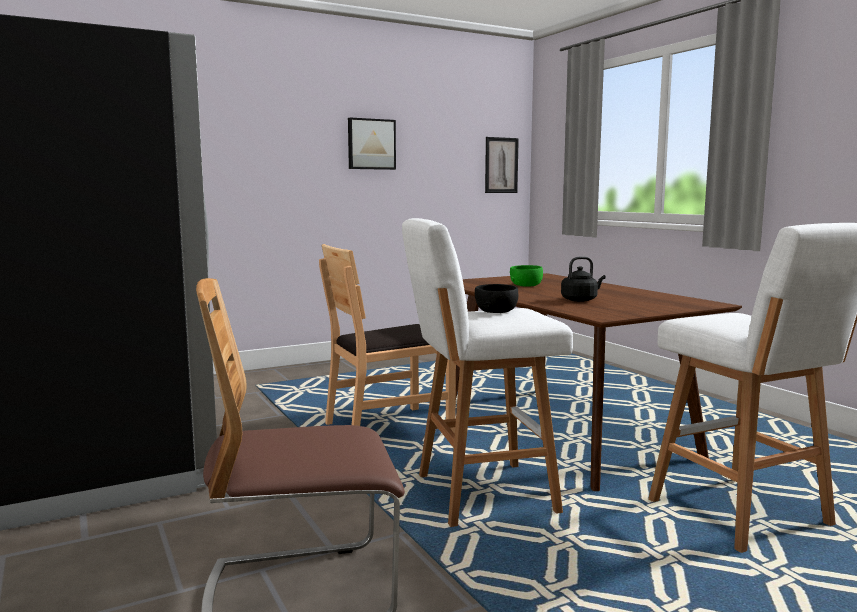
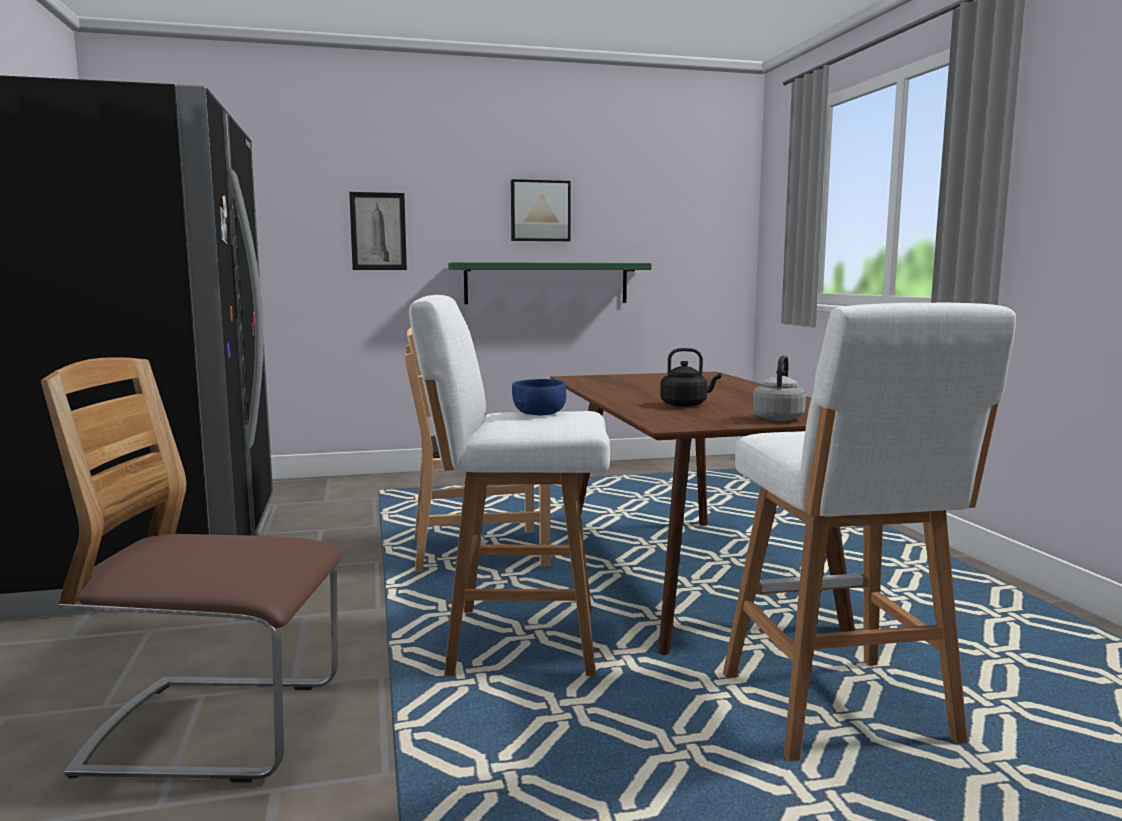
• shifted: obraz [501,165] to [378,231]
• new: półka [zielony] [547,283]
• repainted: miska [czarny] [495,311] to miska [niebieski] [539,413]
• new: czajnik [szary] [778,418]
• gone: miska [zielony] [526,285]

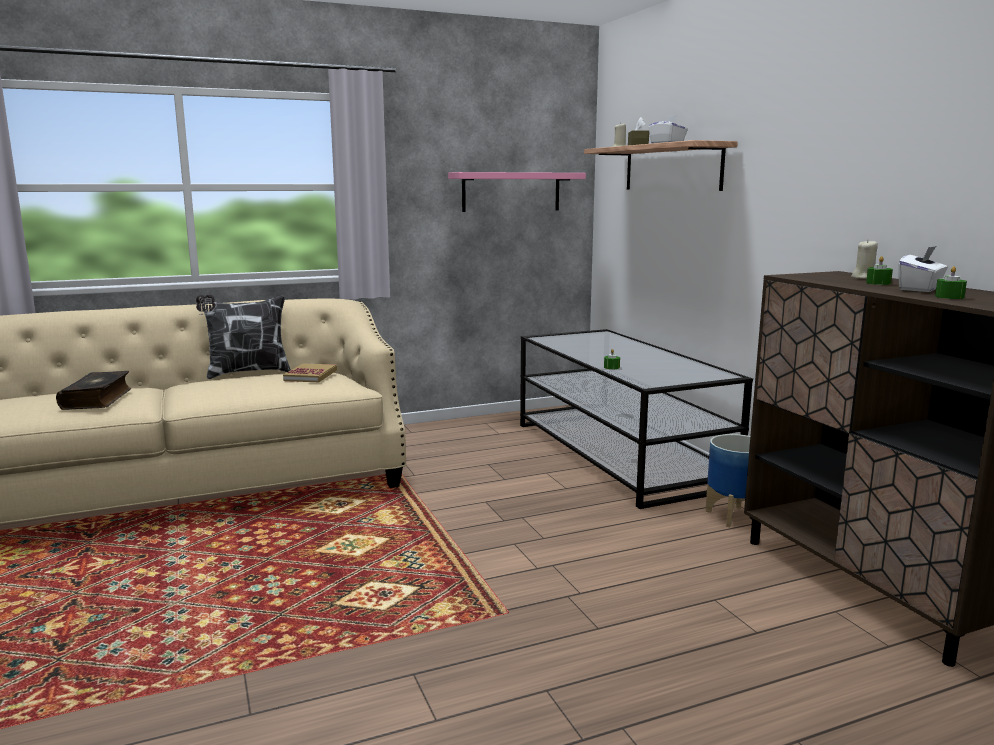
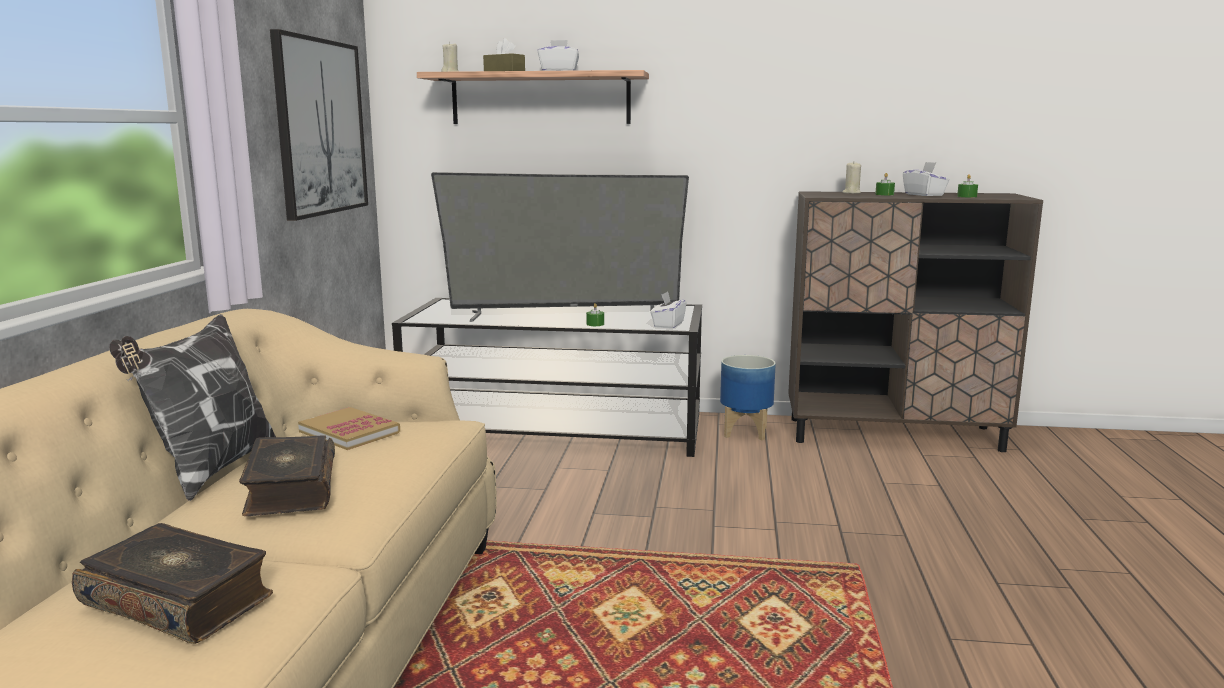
• new: książka [289,490]
• swapped: półka [różowy] [511,192] to obraz [320,127]
• new: telewizor [565,314]
• new: pudełko chusteczek [biały] [668,325]

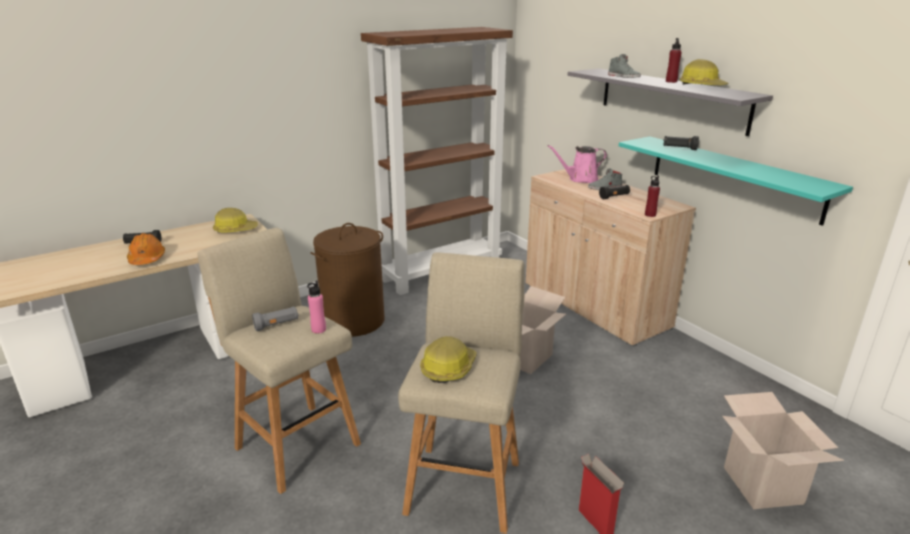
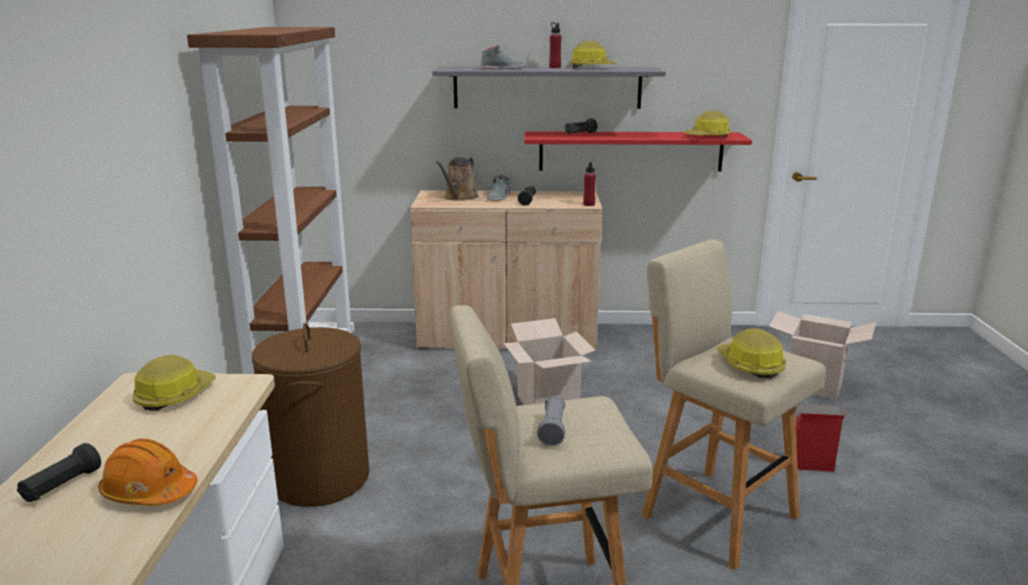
• repainted: konewka [różowy] [580,179] to konewka [brązowy] [459,197]
• repainted: półka [turkusowy] [733,177] to półka [czerwony] [630,151]
• new: kask [708,137]
• gone: butelka [różowy] [318,329]

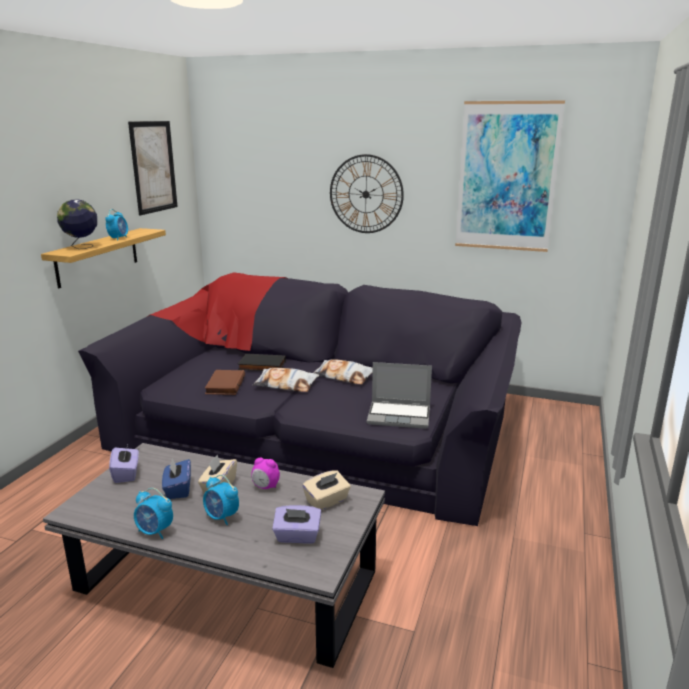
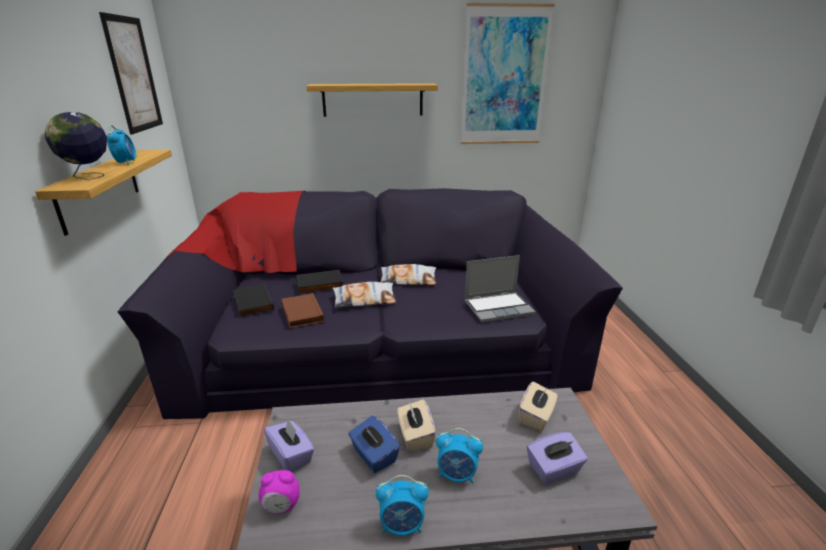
• new: książka [czarny] [252,303]
• shifted: budzik [265,487] to [281,506]
• swapped: zegar ścienny [366,194] to półka [373,100]

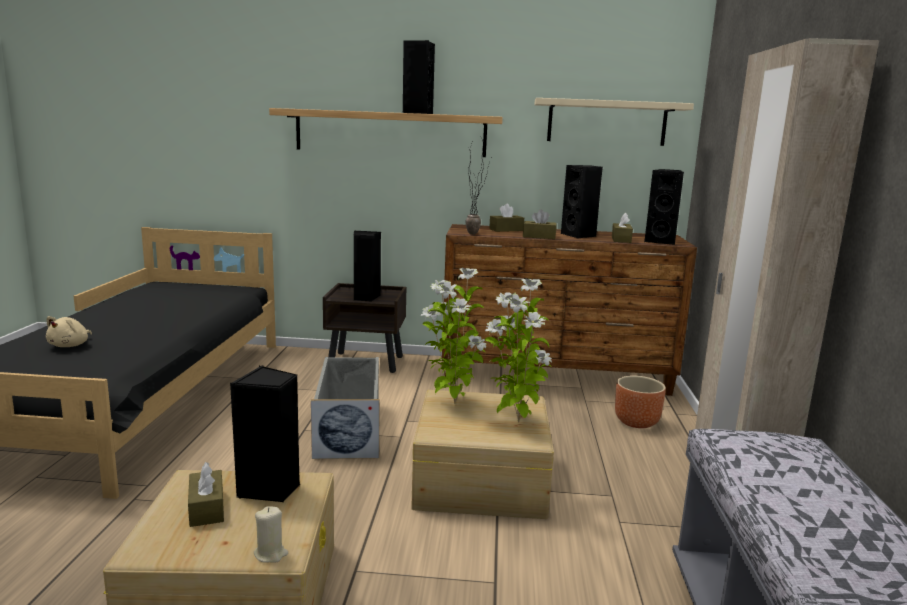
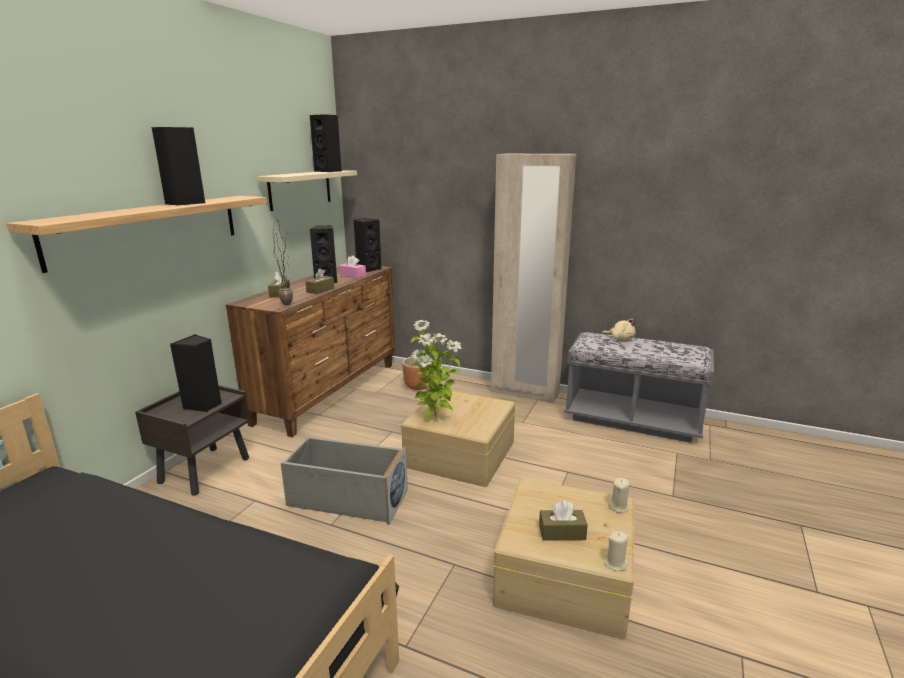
• shifted: głośnik [czarny] [270,489] to [329,171]
• repainted: pudełko chusteczek [brązowy] [621,239] to pudełko chusteczek [różowy] [352,275]
• shifted: pluszak [beżowy] [70,345] to [620,339]
• new: świeca [beżowy] [615,563]
• gone: roślina doniczkowa [516,422]

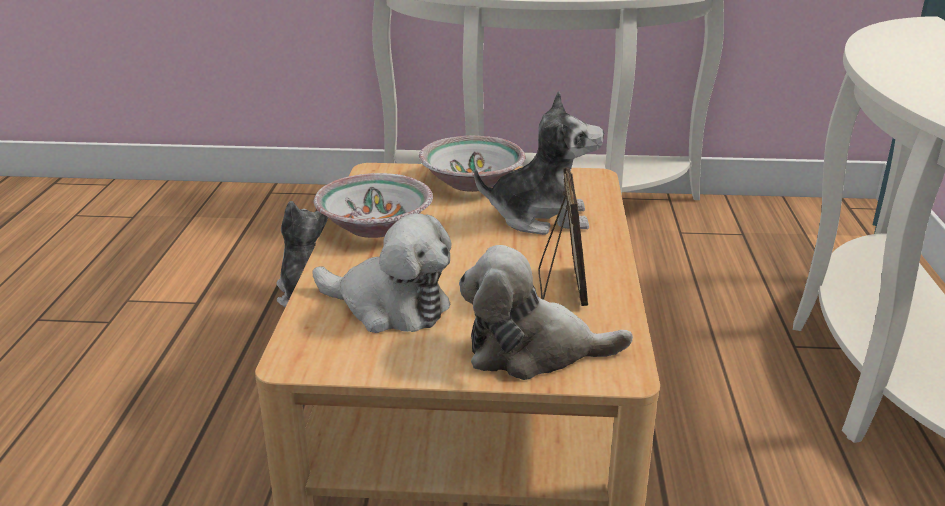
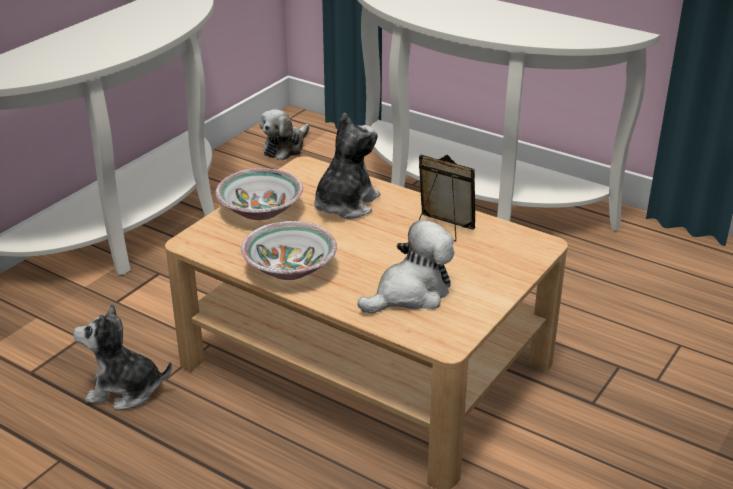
• shifted: pluszak [532,351] to [285,147]

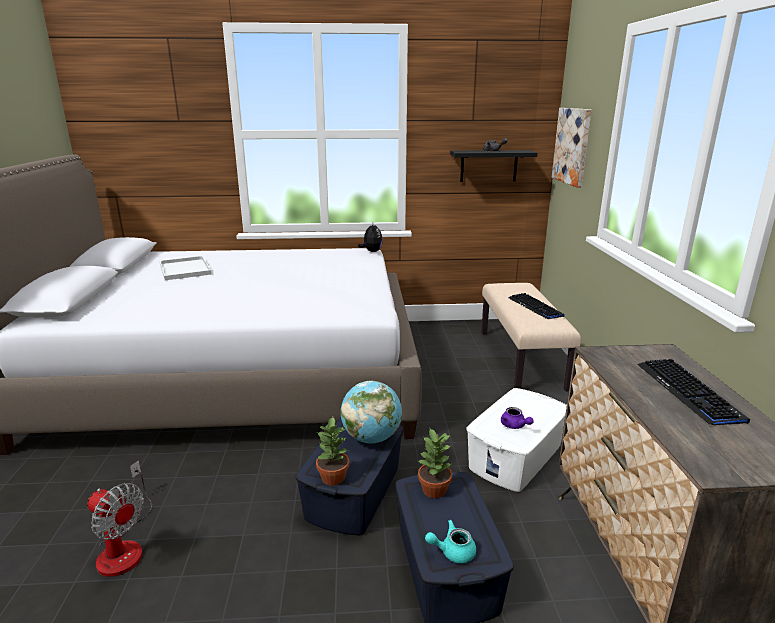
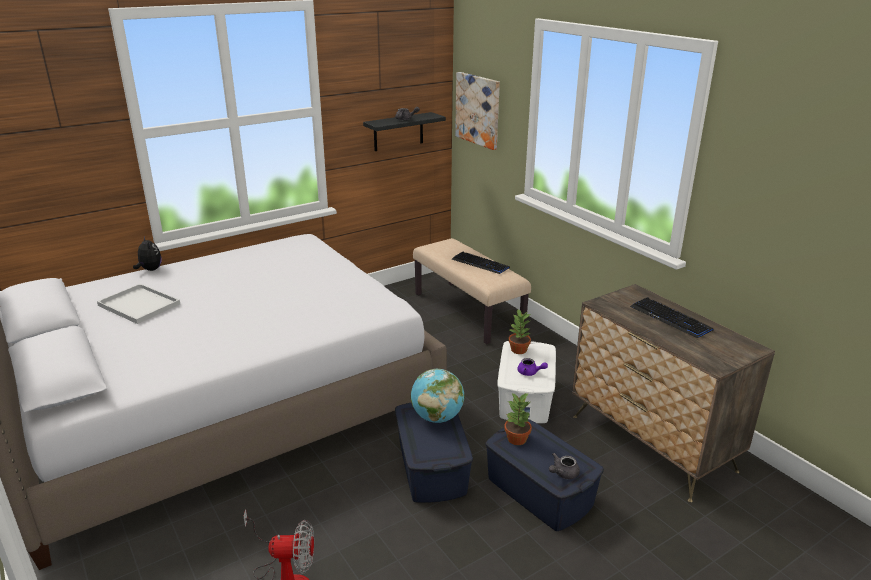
• shifted: pluszak [371,251] to [150,270]
• shifted: roślina doniczkowa [332,478] to [519,350]
• repainted: imbryk [turkusowy] [452,551] to imbryk [szary] [563,473]

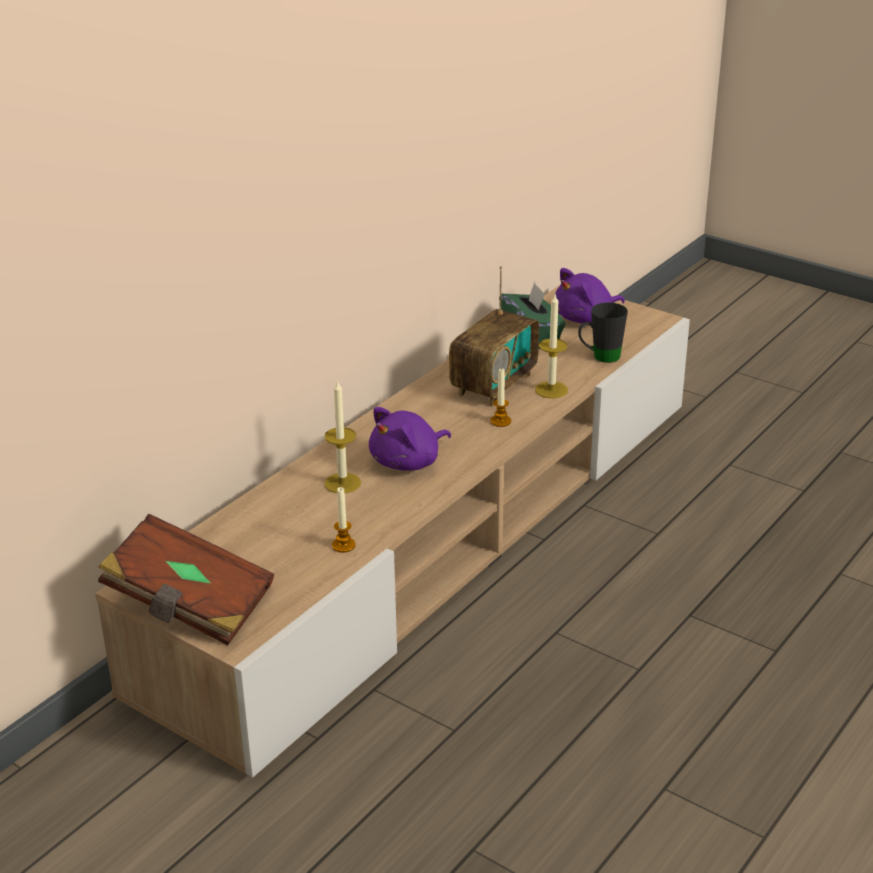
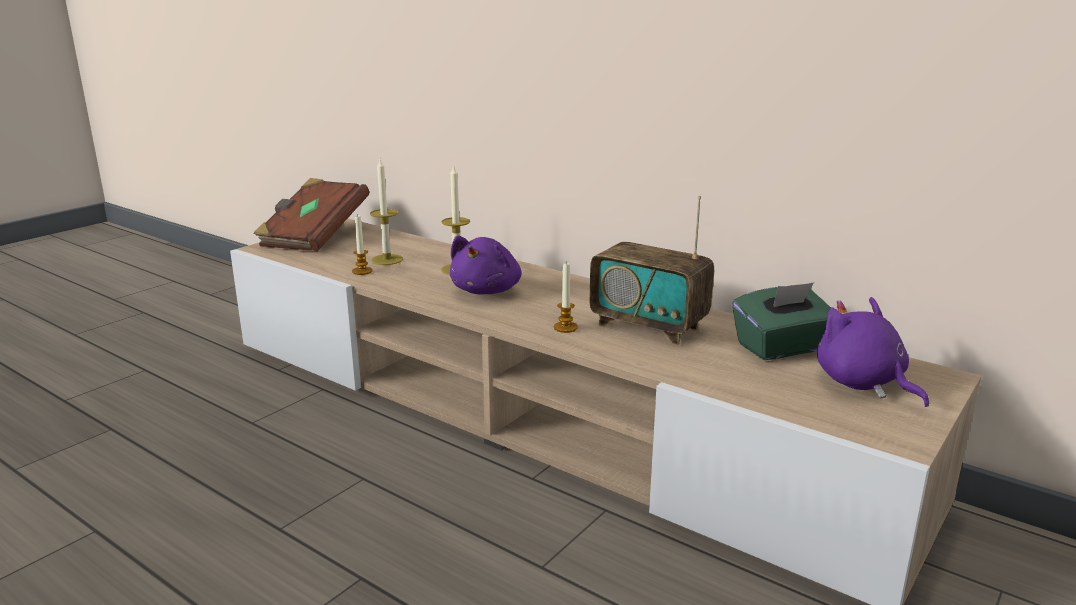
• shifted: świeca [551,390] to [387,259]
• rotated: pluszak [fioletowy] [408,462] = [487,290] 120 degrees counterclockwise
• gone: kubek [czarny] [600,357]

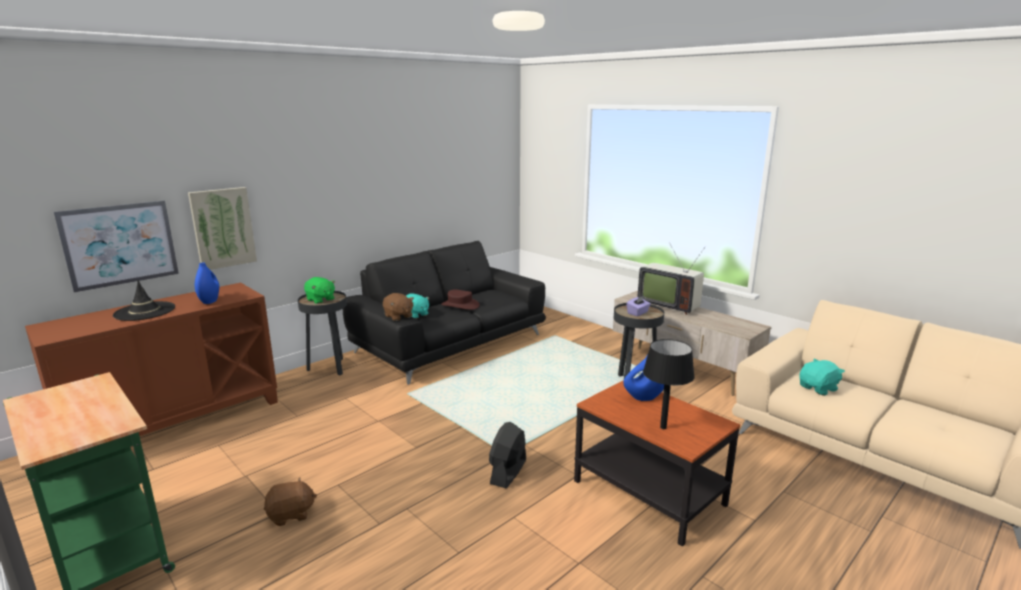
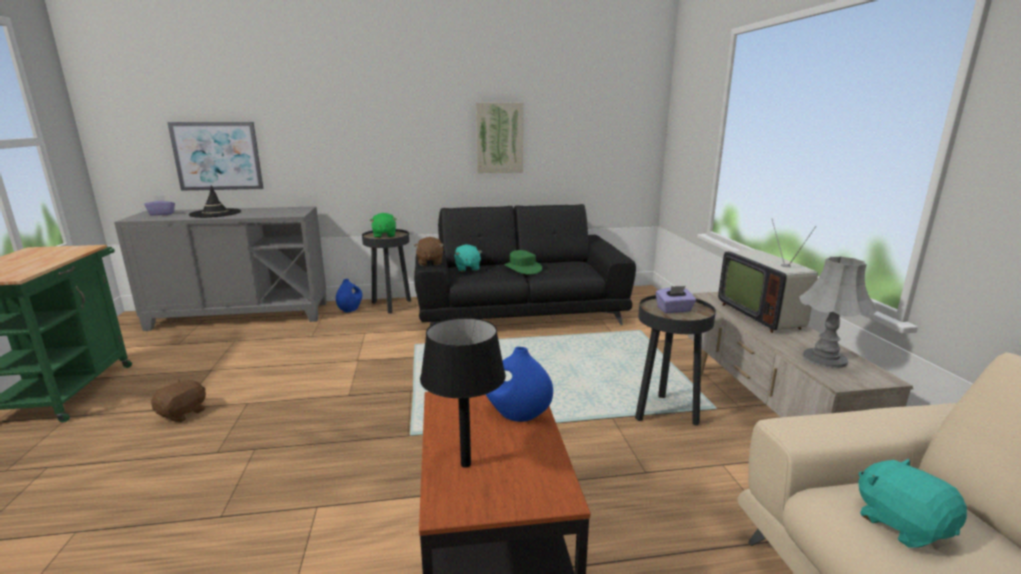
• repainted: szafka [brązowy] [176,421] to szafka [szary] [241,315]
• new: pudełko chusteczek [fioletowy] [162,214]
• rotated: pluszak [brązowy] [291,514] = [183,413] 75 degrees counterclockwise
• shifted: wazon [niebieski] [209,301] to [350,310]
• shifted: obraz [223,228] to [499,138]
• repainted: kapelusz [brązowy] [460,305] to kapelusz [zielony] [522,268]
• new: lampa stołowa [szary] [825,359]
• rotated: pluszak [turkusowy] [818,388] = [902,524] 120 degrees counterclockwise
• gone: wentylator [czarny] [508,472]

